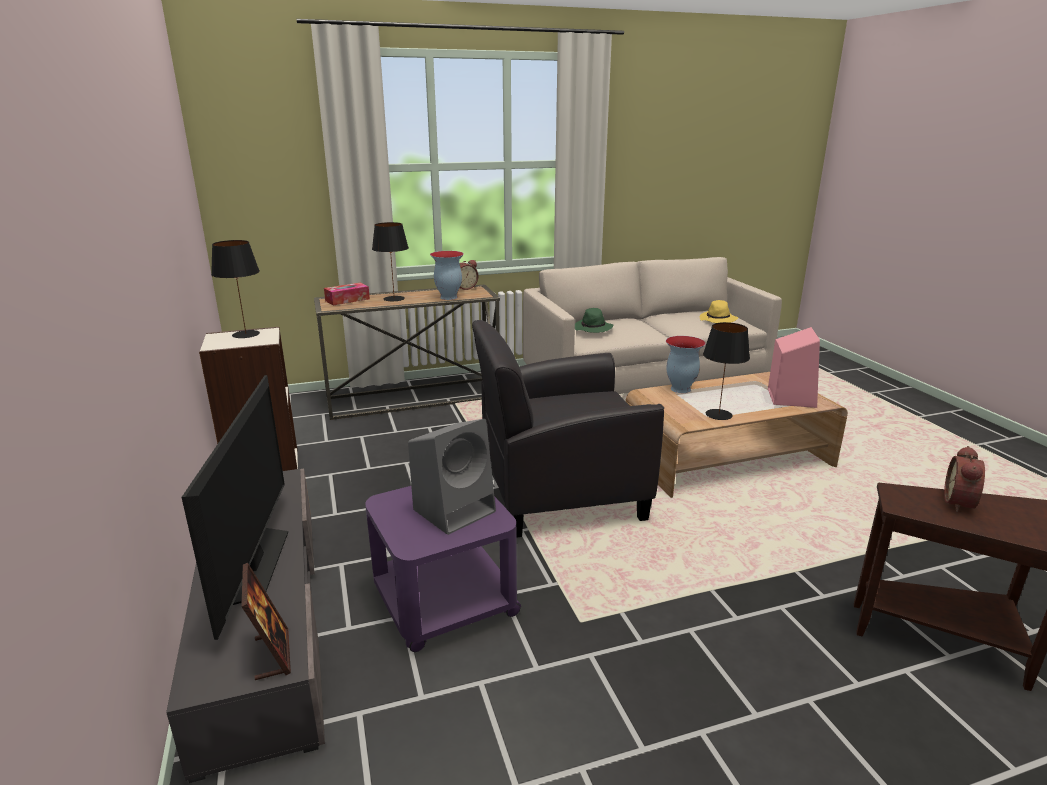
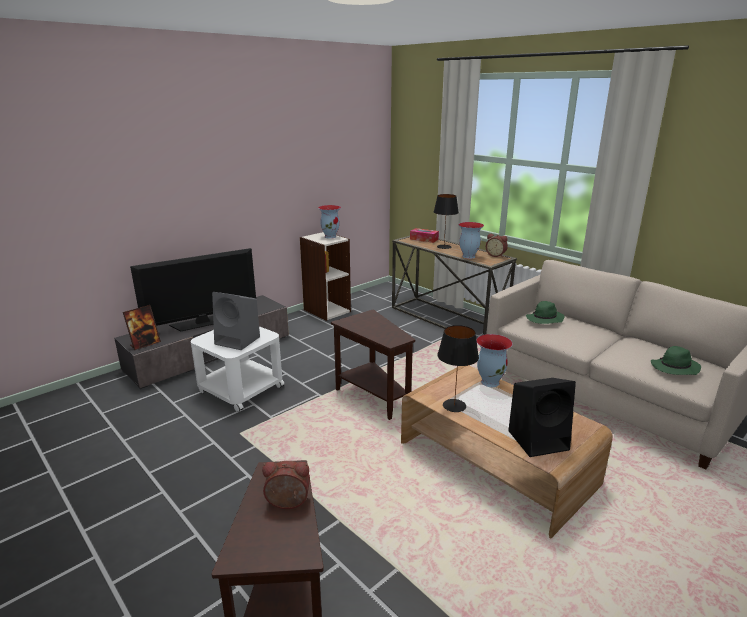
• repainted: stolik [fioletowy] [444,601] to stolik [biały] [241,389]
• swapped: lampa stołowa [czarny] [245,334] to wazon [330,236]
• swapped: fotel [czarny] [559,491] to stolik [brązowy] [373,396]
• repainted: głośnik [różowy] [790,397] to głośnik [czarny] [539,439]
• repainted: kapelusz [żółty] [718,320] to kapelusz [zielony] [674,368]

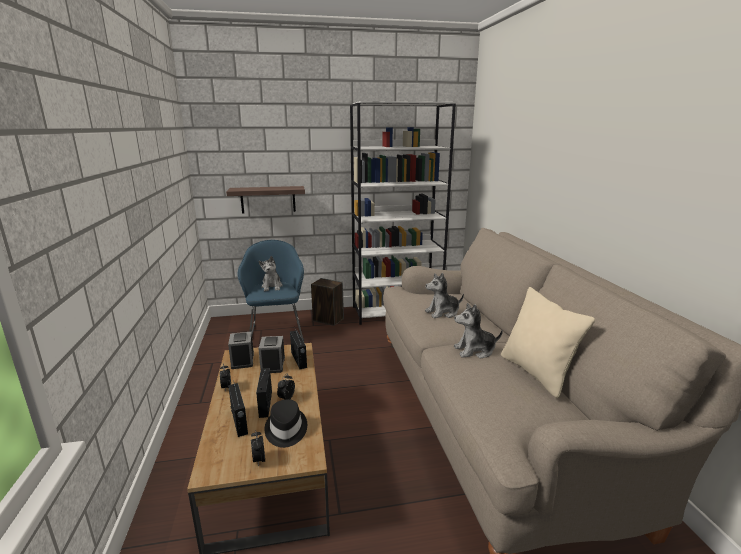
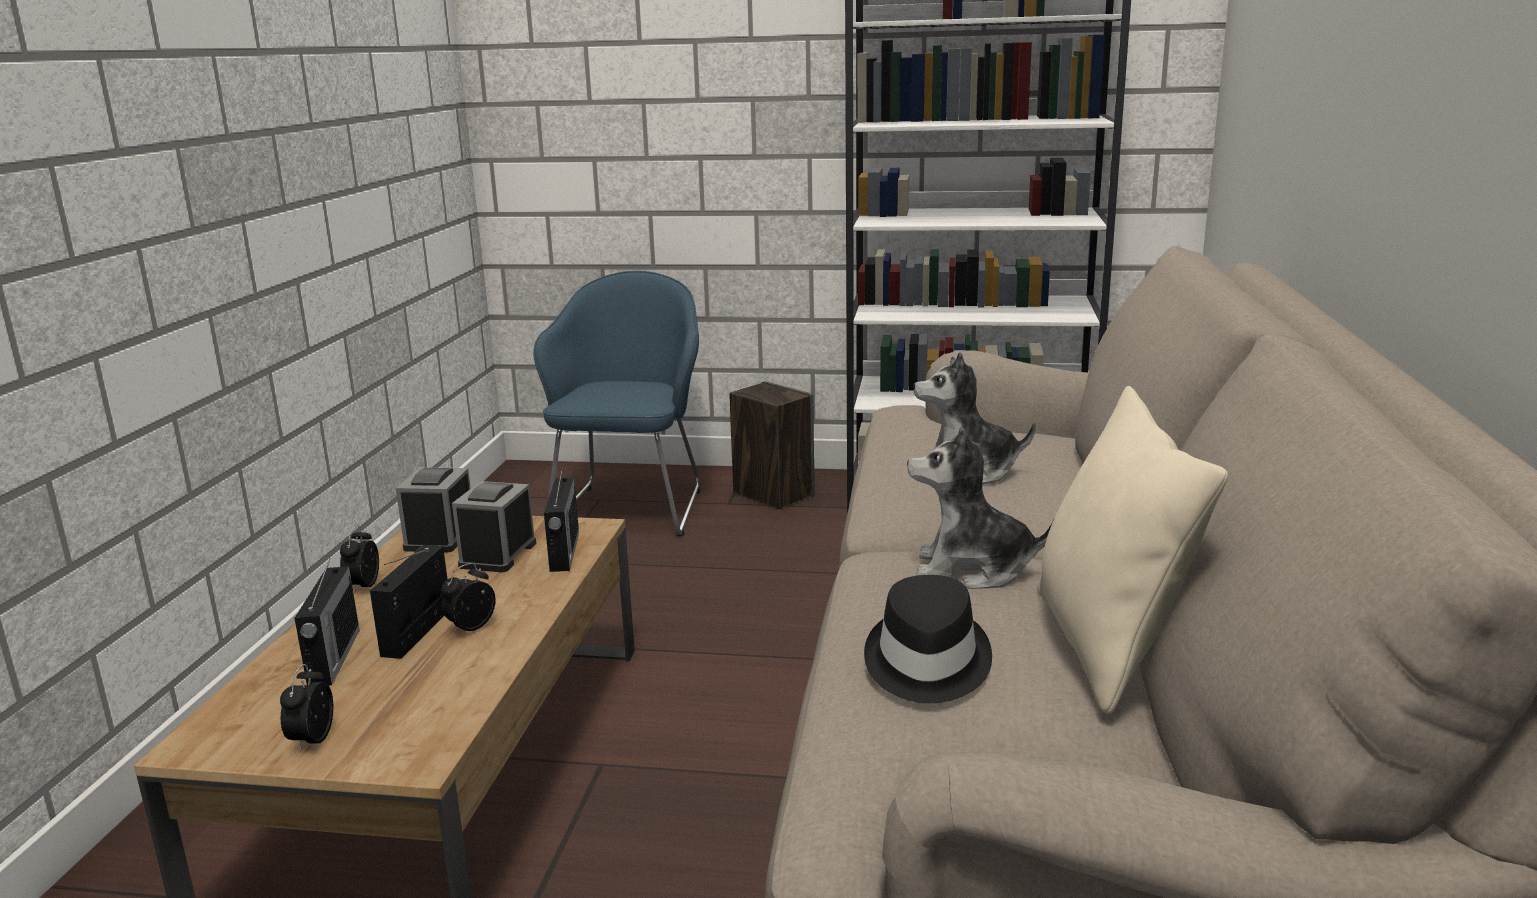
• shifted: kapelusz [czarny] [285,430] to [925,662]
• gone: półka [268,199]
• gone: pluszak [272,287]

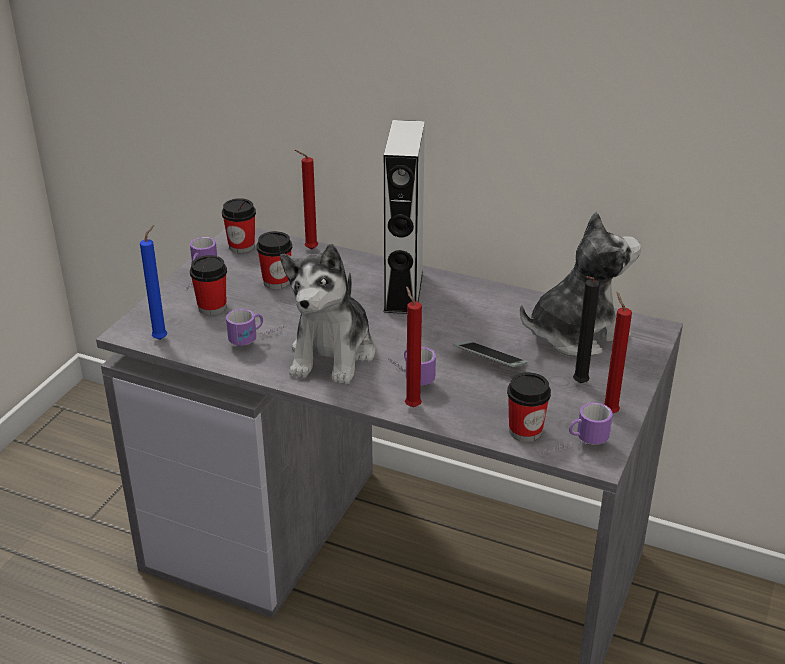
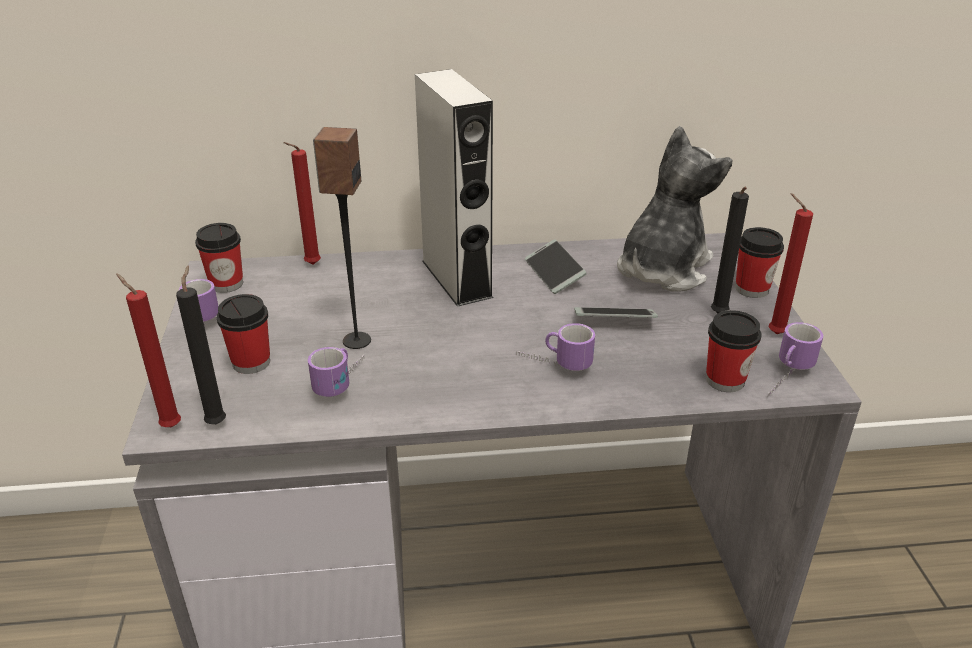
• shifted: świeca [czerwony] [411,405] to [169,425]
• repainted: świeca [niebieski] [162,338] to świeca [czarny] [217,421]
• new: głośnik [356,340]
• new: telefon [554,273]
• shifted: filiżanka [276,282] to [752,289]
• gone: pluszak [333,354]

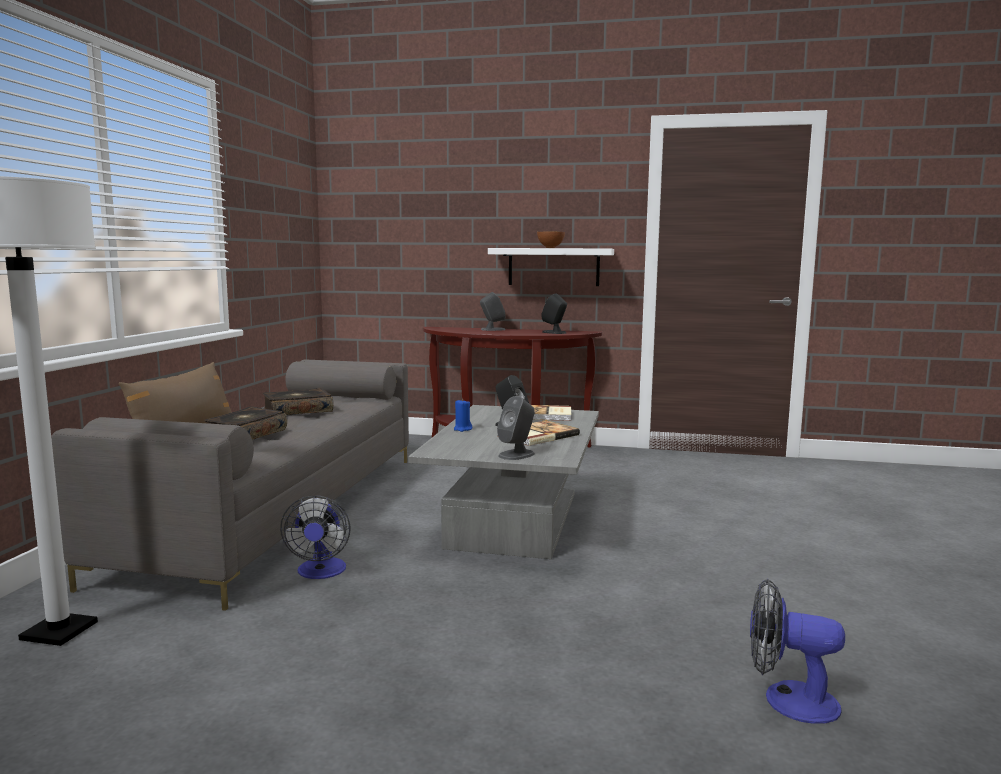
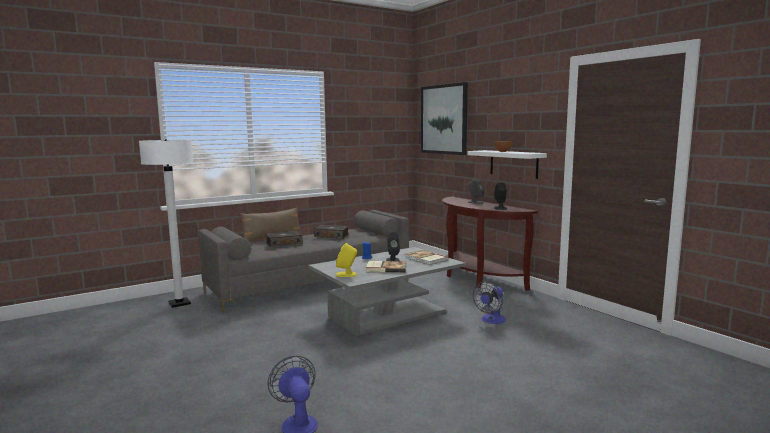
• repainted: głośnik [szary] [517,454] to głośnik [żółty] [346,274]
• new: obraz [444,119]
• shifted: wentylator [320,572] to [491,320]

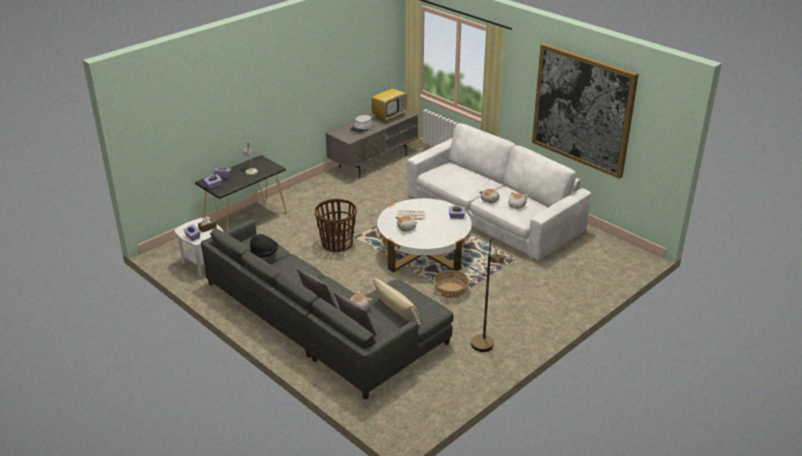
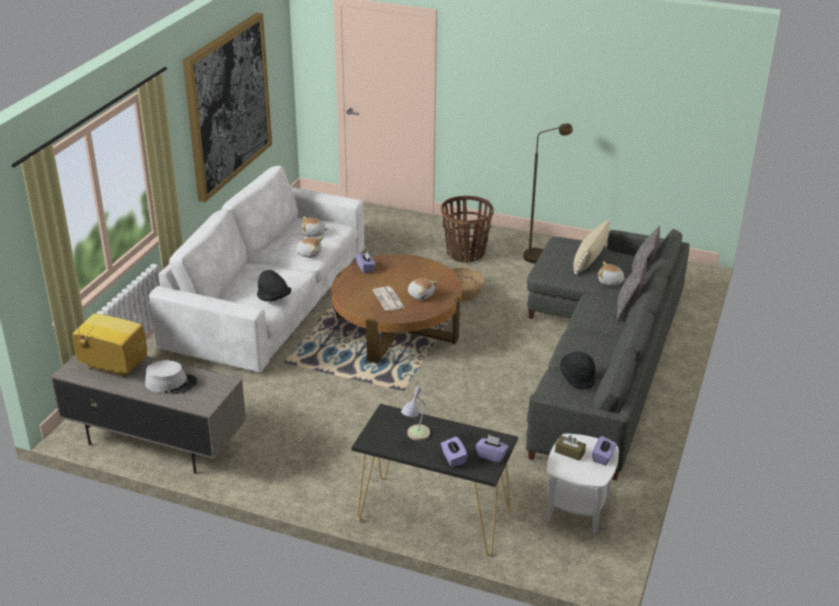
• new: kapelusz [czarny] [274,298]
• repainted: ława [biały] [423,252] to ława [brązowy] [396,328]
• shifted: koszyk [337,244] to [465,253]

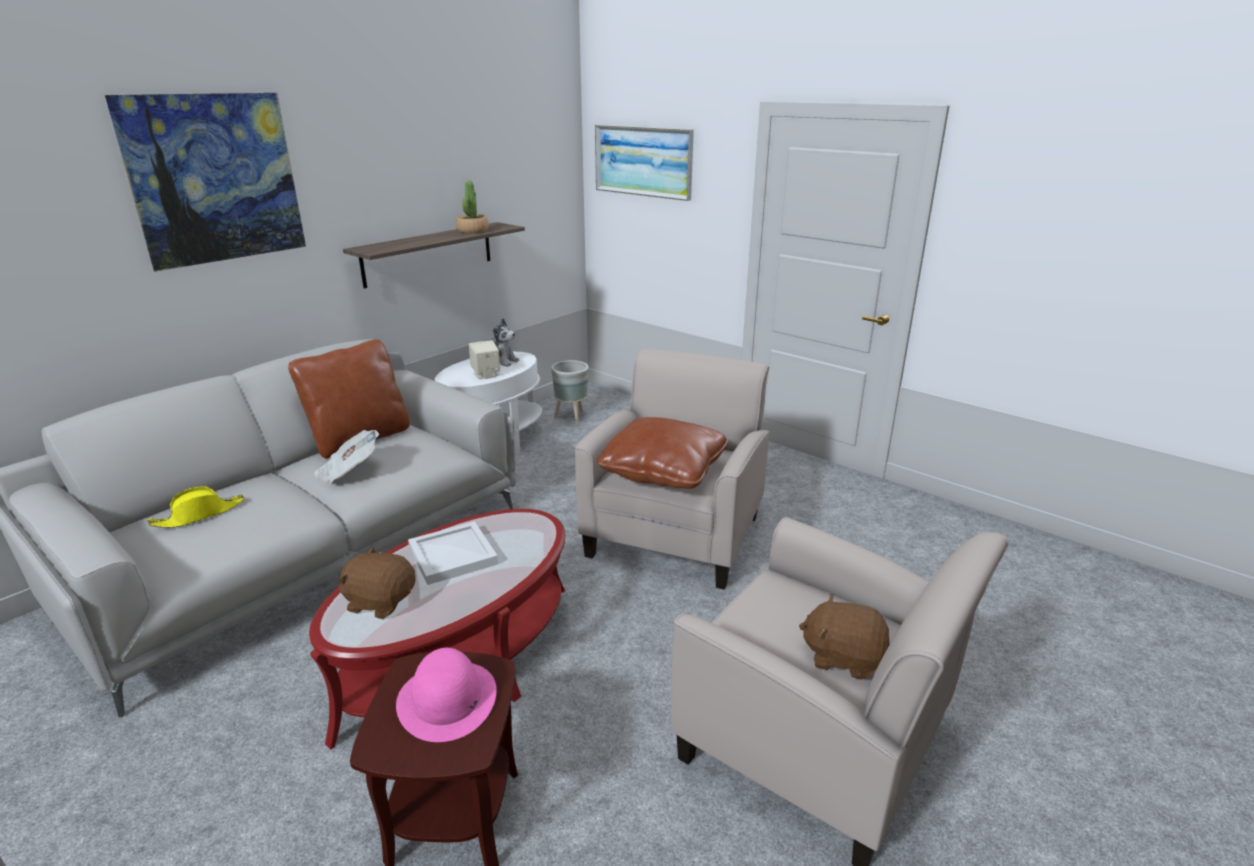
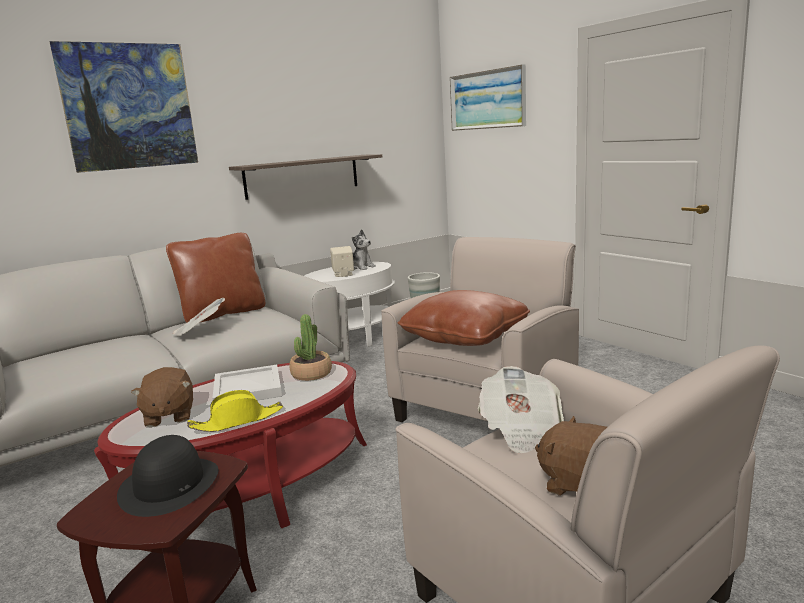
• repainted: kapelusz [różowy] [447,699] to kapelusz [czarny] [169,485]
• rotated: pluszak [brązowy] [380,601] = [169,416] 135 degrees counterclockwise
• shifted: kapelusz [żółty] [199,515] to [237,421]
• shifted: roślina doniczkowa [472,231] to [311,374]
• new: gazeta [521,430]

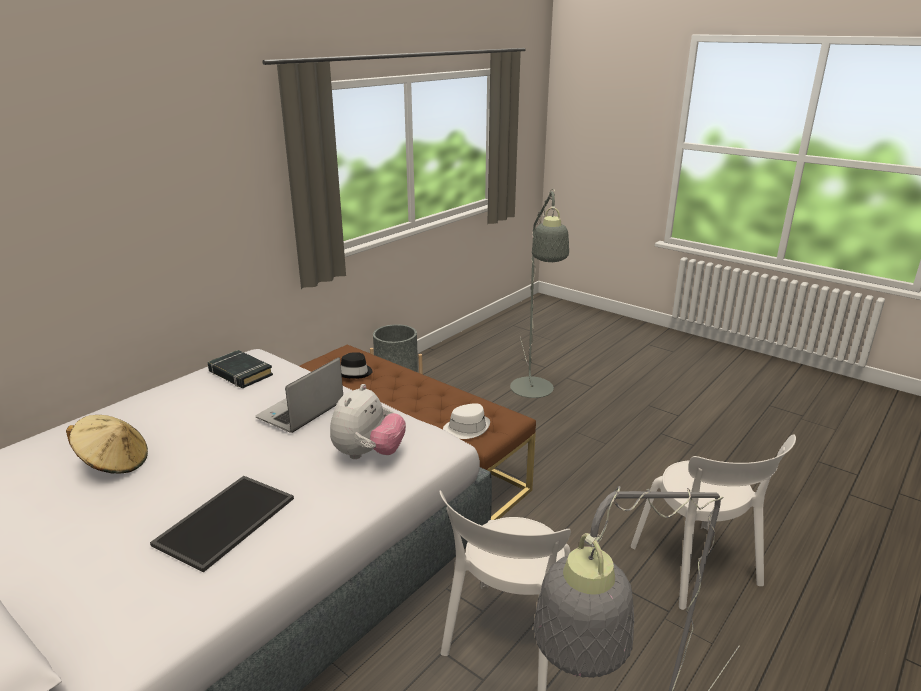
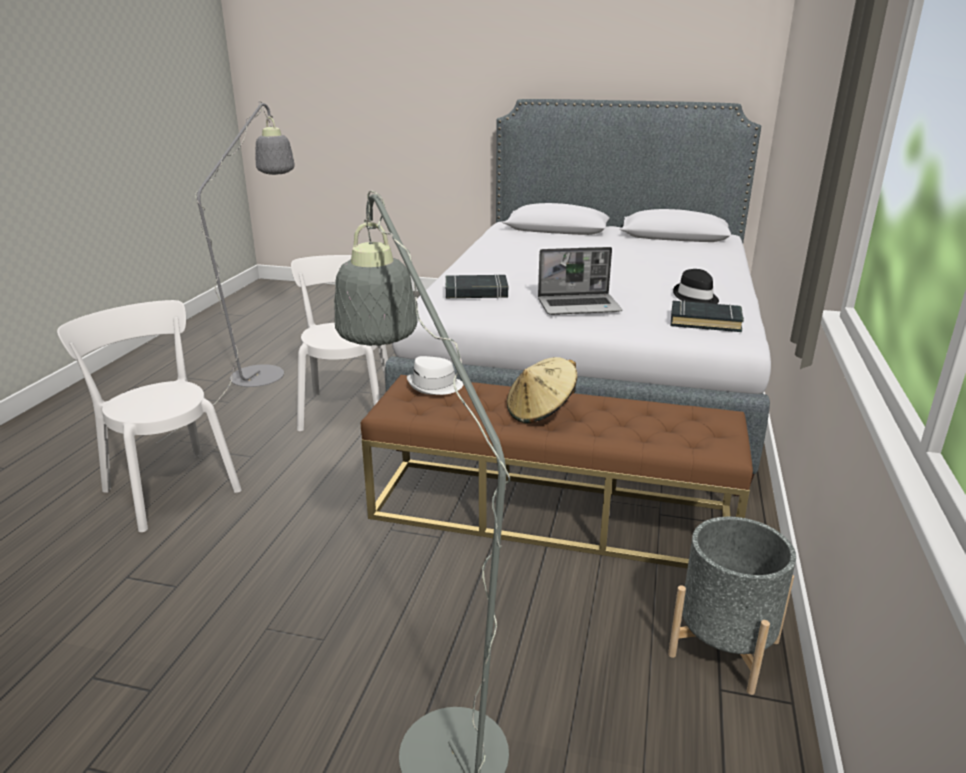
• swapped: pluszak [368,454] to książka [czarny] [476,292]
• shifted: kapelusz [beżowy] [114,463] to [541,411]
• rotated: laptop [301,411] = [579,306] 75 degrees clockwise
• shifted: kapelusz [czarny] [355,373] to [695,298]
• gone: taca [225,519]

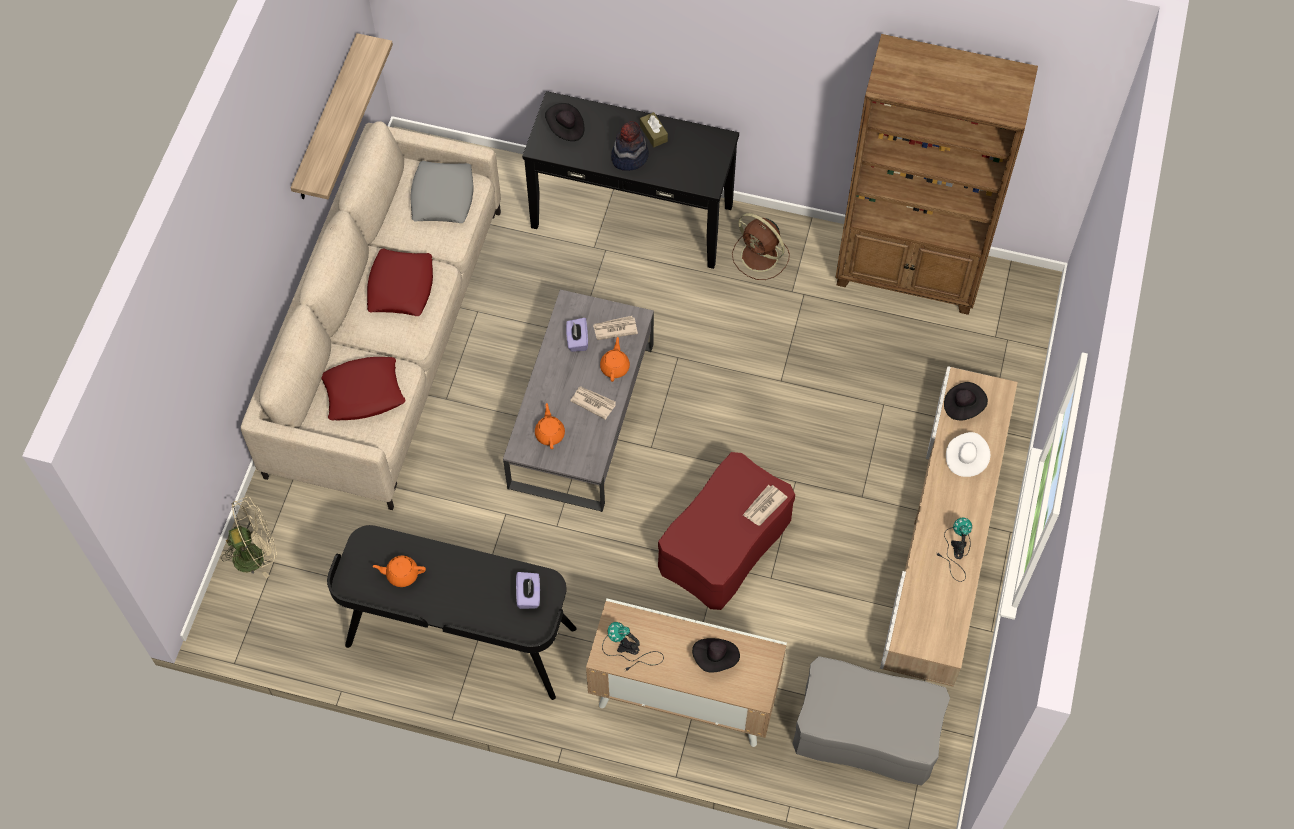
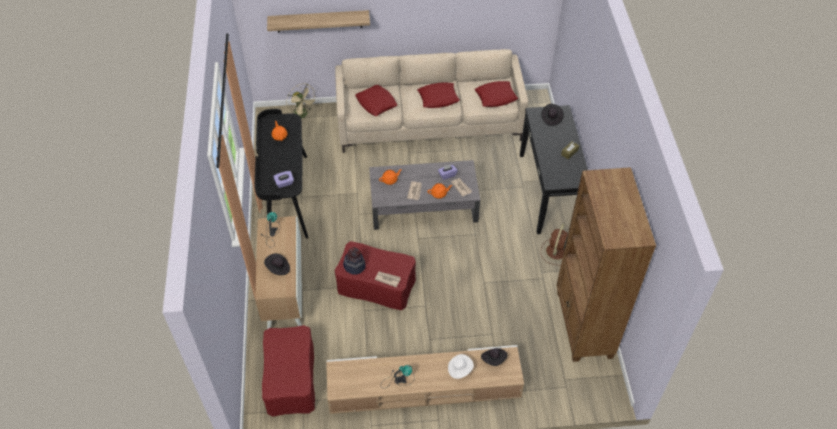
• repainted: pufa [szary] [866,731] to pufa [czerwony] [290,378]
• shifted: półka [327,121] to [319,21]
• shifted: kapelusz [629,156] to [354,266]
• repainted: poduszka [szary] [442,196] to poduszka [czerwony] [496,97]

